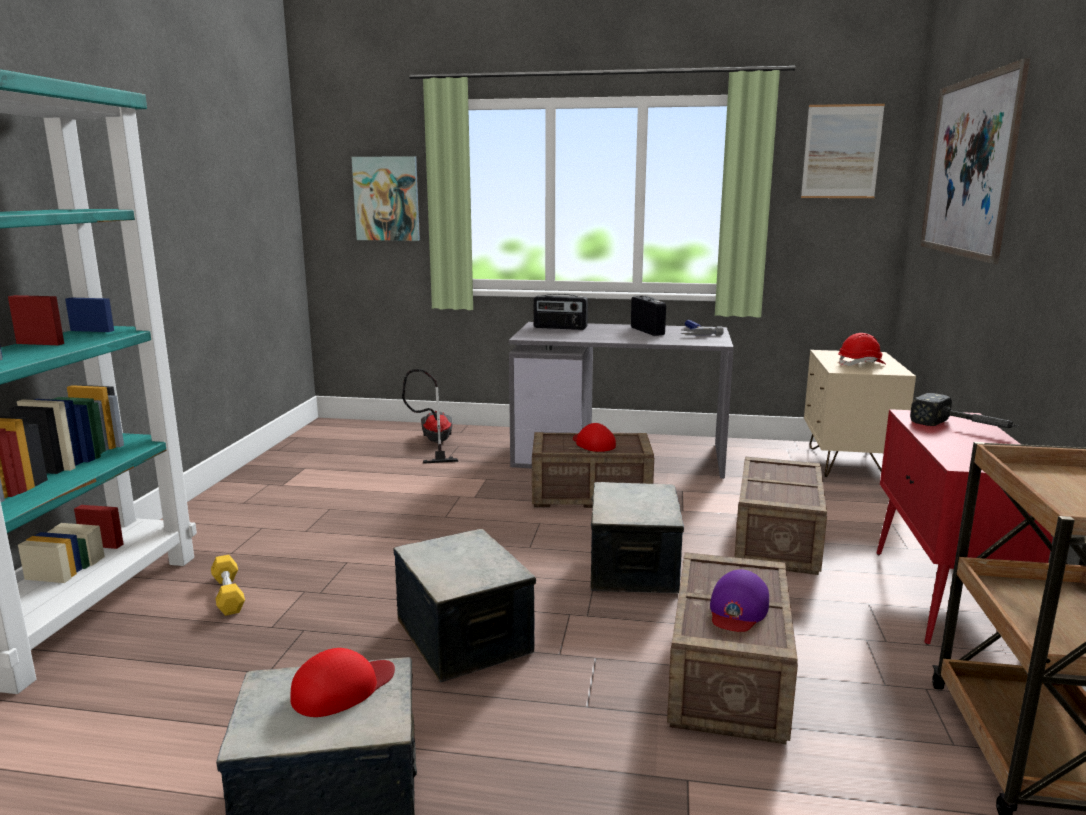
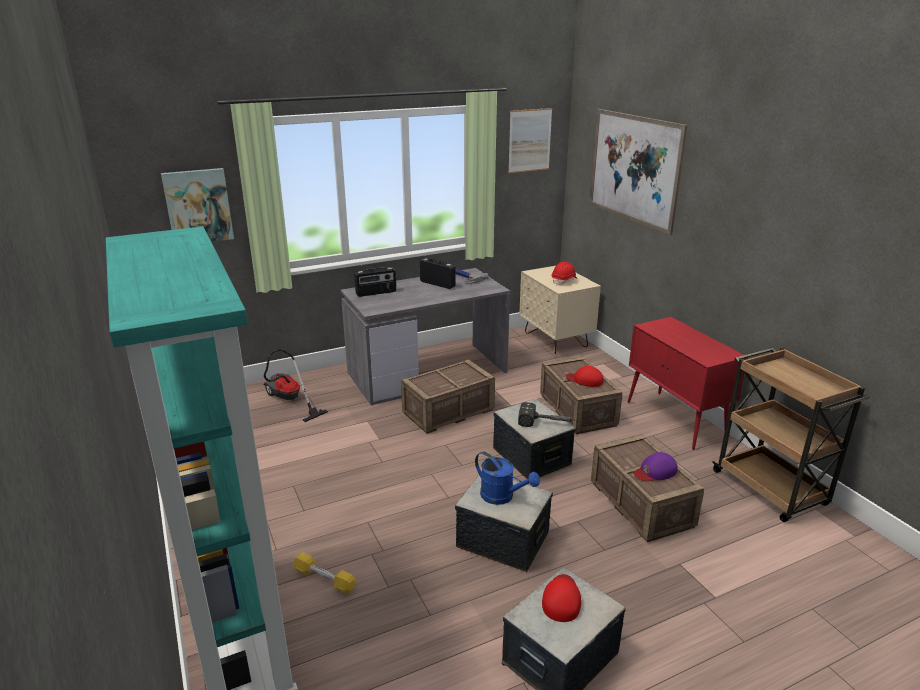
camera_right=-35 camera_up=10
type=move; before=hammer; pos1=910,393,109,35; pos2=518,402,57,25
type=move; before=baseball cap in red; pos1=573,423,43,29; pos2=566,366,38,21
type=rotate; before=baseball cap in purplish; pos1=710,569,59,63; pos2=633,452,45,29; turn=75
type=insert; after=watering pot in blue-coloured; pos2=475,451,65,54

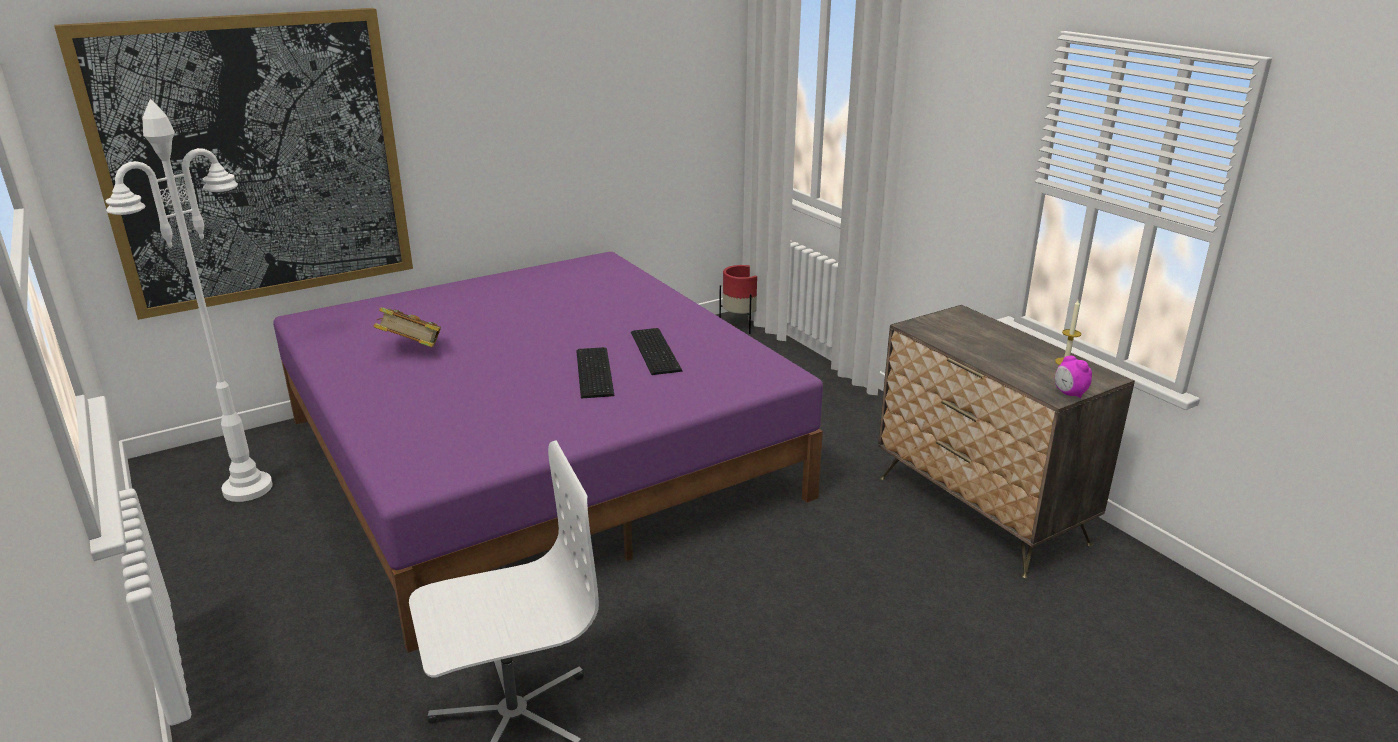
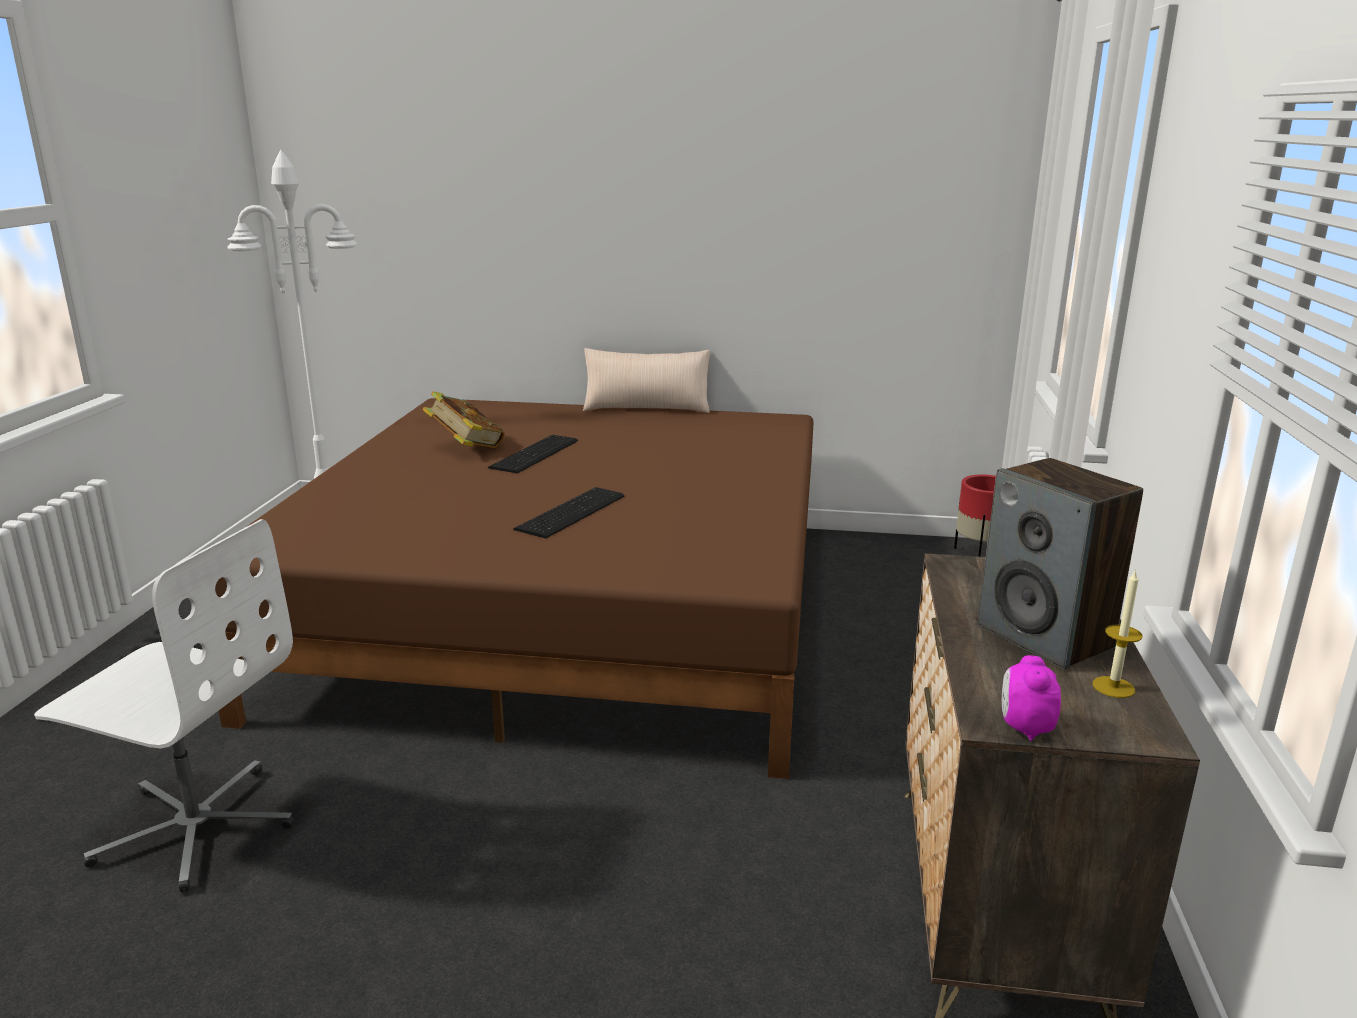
camera_right=40 camera_up=-5
type=delete; before=picture; pos1=54,8,359,312
type=recolor; before=bedroom bed in purplish; after=bedroom bed in brown-coloured; pos1=273,252,550,401; pos2=215,398,599,381
type=move; before=keyboard; pos1=631,328,52,47; pos2=488,435,90,38
type=insert; after=pillow in beige; pos2=583,348,127,65
type=insert; after=loudspeaker; pos2=978,458,165,212

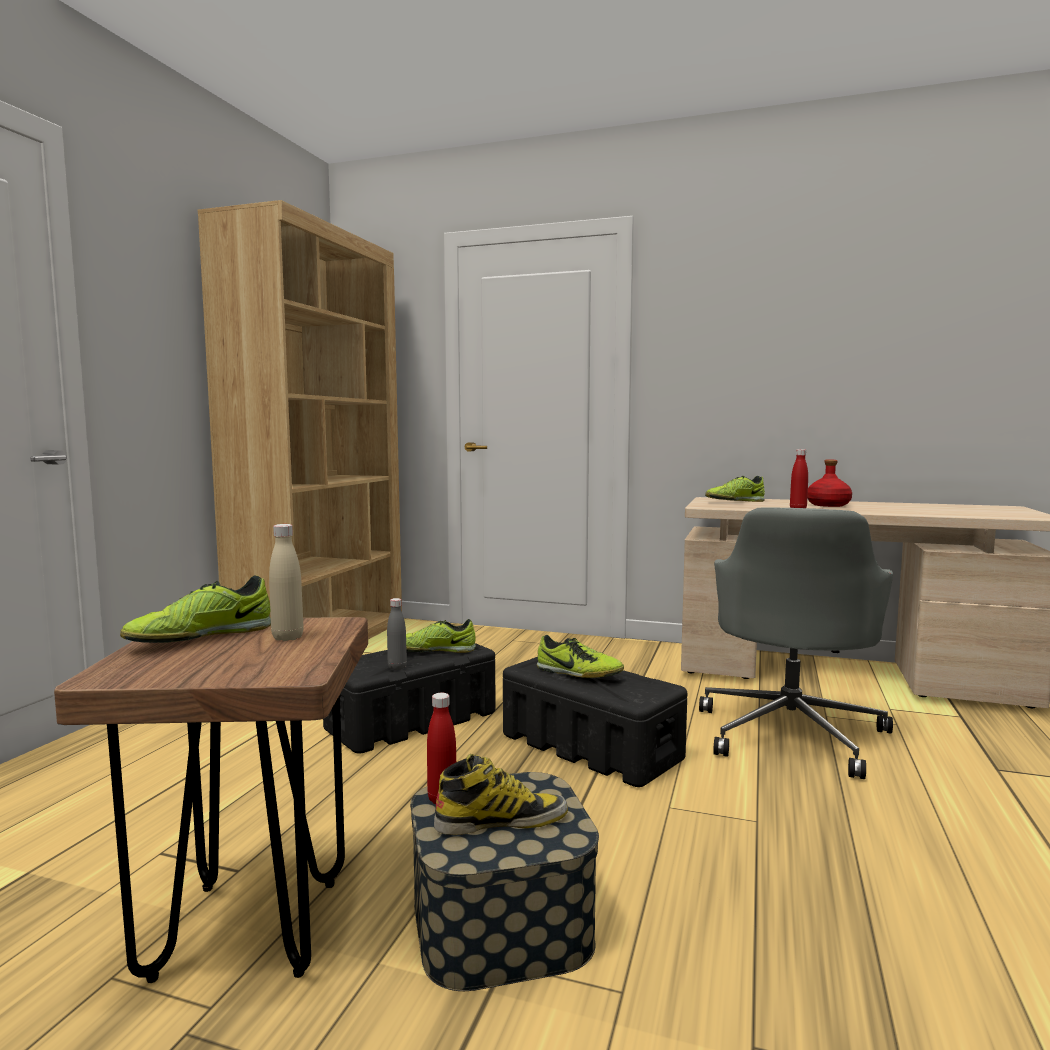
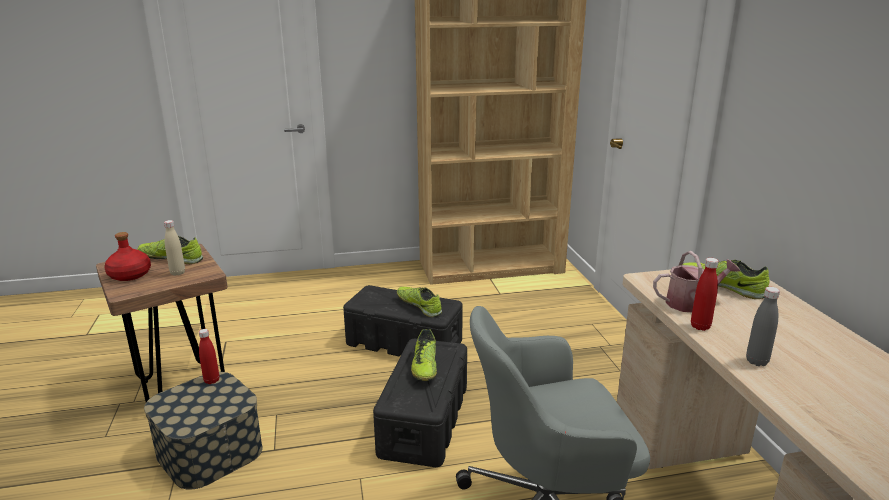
camera_right=60 camera_up=15
type=move; before=beverage bottle in red; pos1=807,460,45,47; pos2=104,232,47,49
type=move; before=beverage bottle in gray; pos1=387,598,20,72; pos2=746,287,34,79
type=delete; before=tall boot; pos1=434,754,134,81
type=insert; after=watering pot; pos2=653,251,87,61

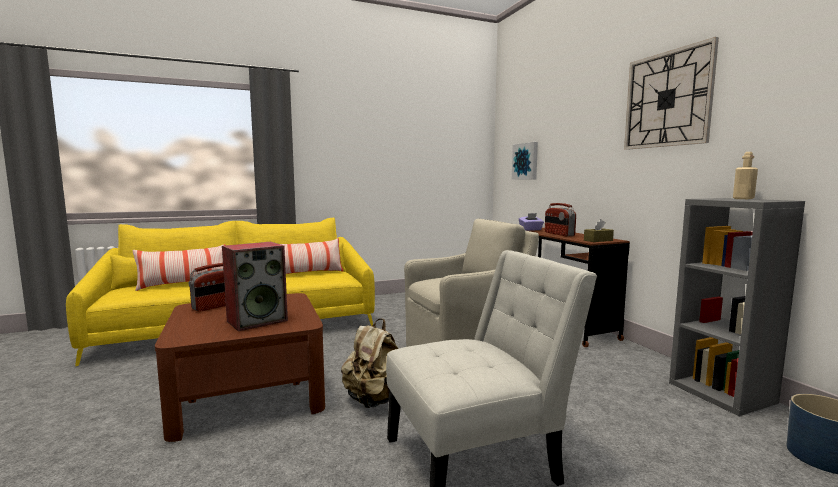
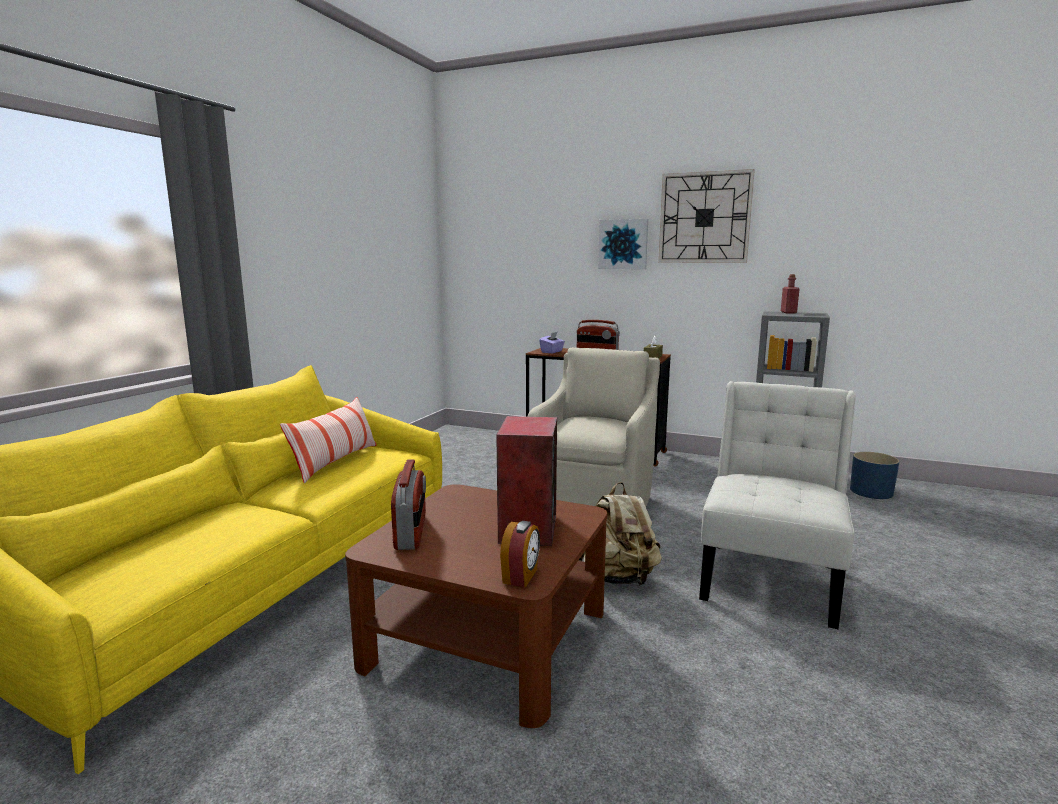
camera_right=-45 camera_up=5
type=move; before=picture; pos1=512,142,26,37; pos2=598,219,50,50
type=recolor; before=beverage bottle in beige; after=beverage bottle in red; pos1=733,152,25,47; pos2=781,274,19,40
type=delete; before=pillow; pos1=133,244,92,47
type=insert; after=alarm clock; pos2=500,521,40,67

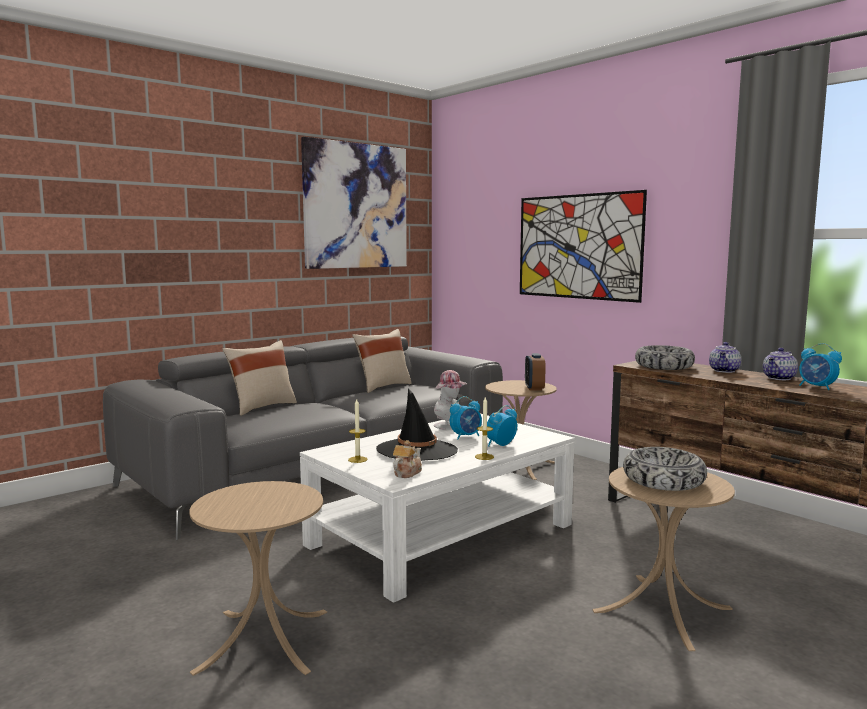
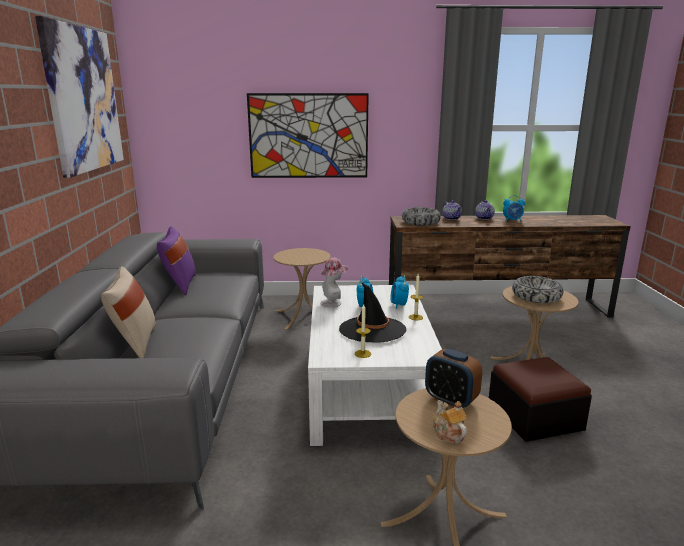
camera_right=-50 camera_up=10
type=recolor; before=pillow in beige; after=pillow in purplish; pos1=352,329,60,64; pos2=157,226,39,69
type=move; before=alarm clock; pos1=525,353,21,38; pos2=425,349,57,59
type=move; before=pot for tea; pos1=393,440,29,38; pos2=433,400,34,43
type=insert; after=pouffe; pos2=489,357,103,85

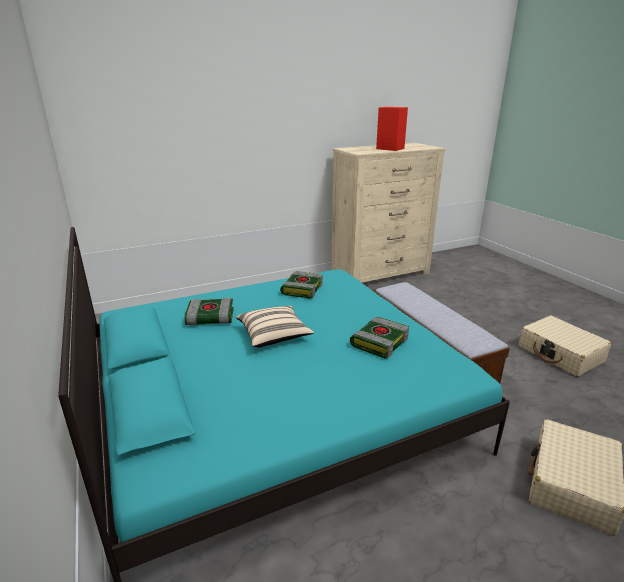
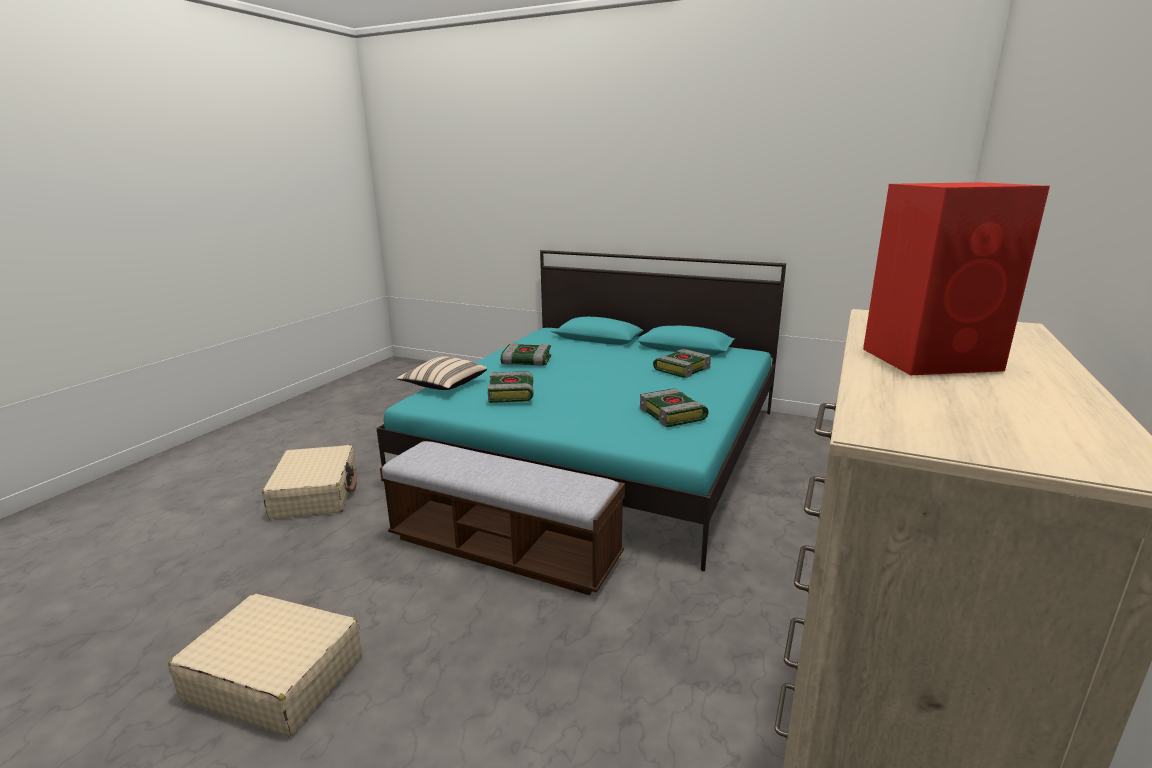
camera_right=140 camera_up=-5
type=move; before=pillow in beige; pos1=236,306,78,41; pos2=397,356,90,34
type=insert; after=book; pos2=501,343,50,23

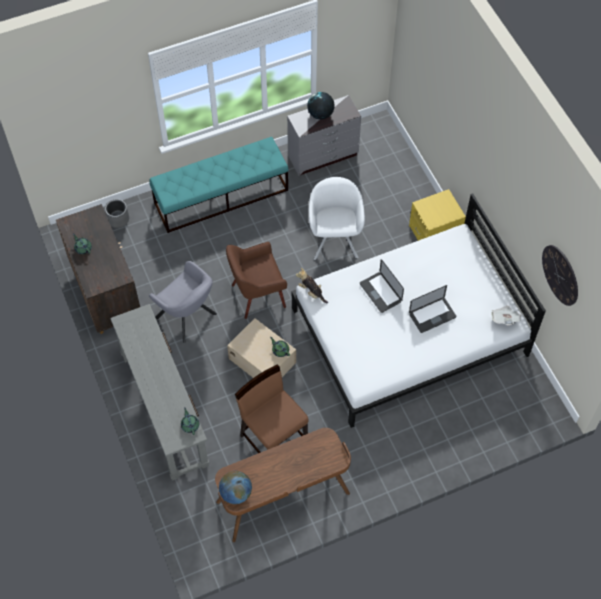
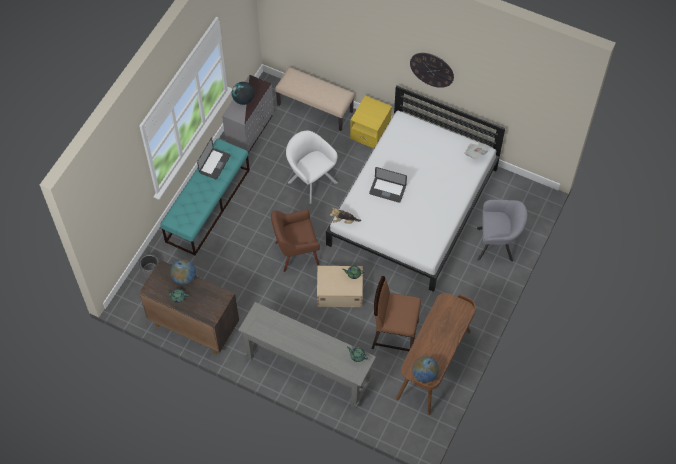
camera_right=-40 camera_up=0
type=rotate; before=armchair in brown-coloured; pos1=226,242,61,77; pos2=271,210,49,62; turn=45
type=move; before=hanging clock; pos1=542,245,36,61; pos2=410,53,44,35
type=move; before=armchair in gray; pos1=149,261,68,82; pos2=477,200,51,62
type=move; before=notebook computer; pos1=409,285,47,48; pos2=197,137,34,42
type=insert; after=indoor bench in beige; pos2=275,67,80,64
type=insert; after=globe; pos2=170,259,26,26

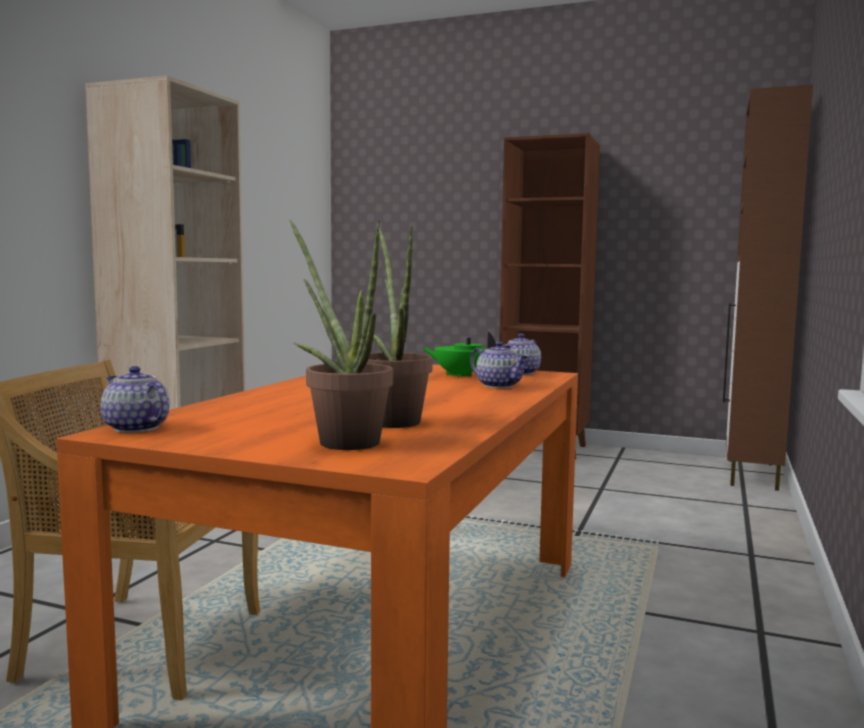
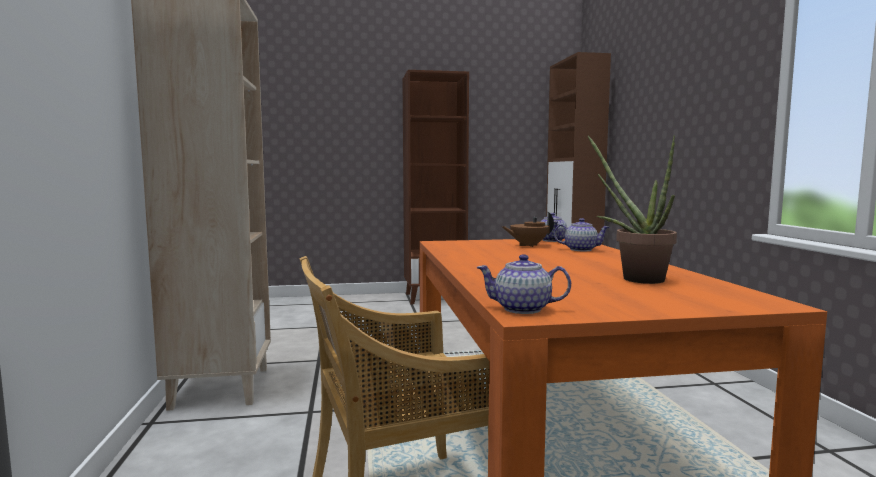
camera_right=-30 camera_up=0
type=delete; before=potted plant; pos1=289,219,104,231
type=recolor; before=pot for tea in greenish; after=pot for tea in brown-coloured; pos1=421,331,75,46; pos2=502,212,52,35

